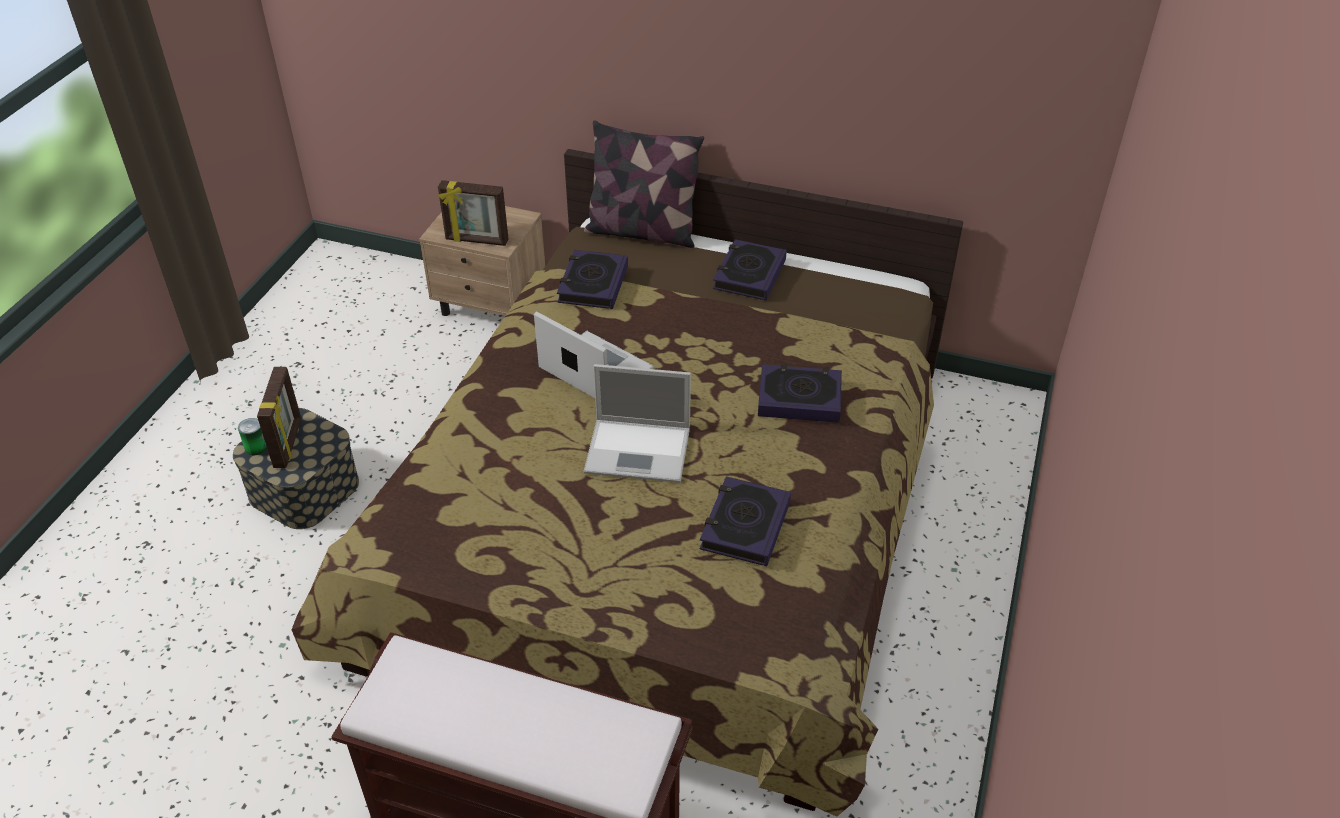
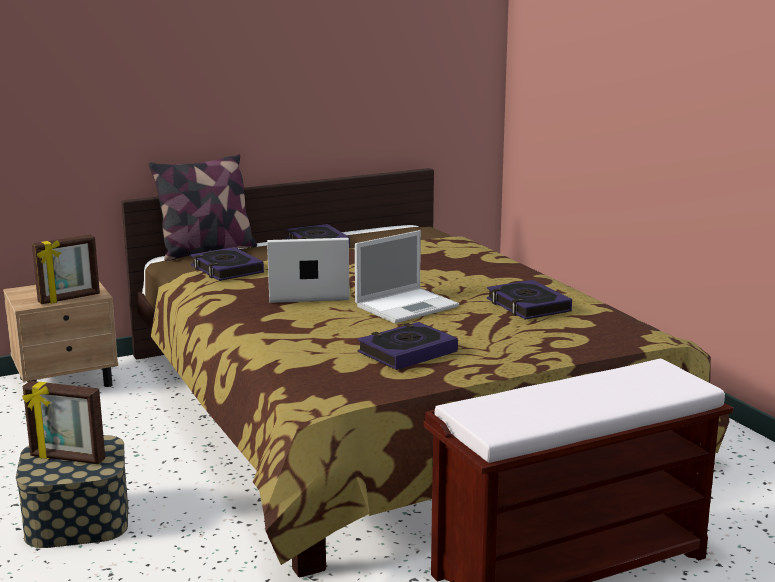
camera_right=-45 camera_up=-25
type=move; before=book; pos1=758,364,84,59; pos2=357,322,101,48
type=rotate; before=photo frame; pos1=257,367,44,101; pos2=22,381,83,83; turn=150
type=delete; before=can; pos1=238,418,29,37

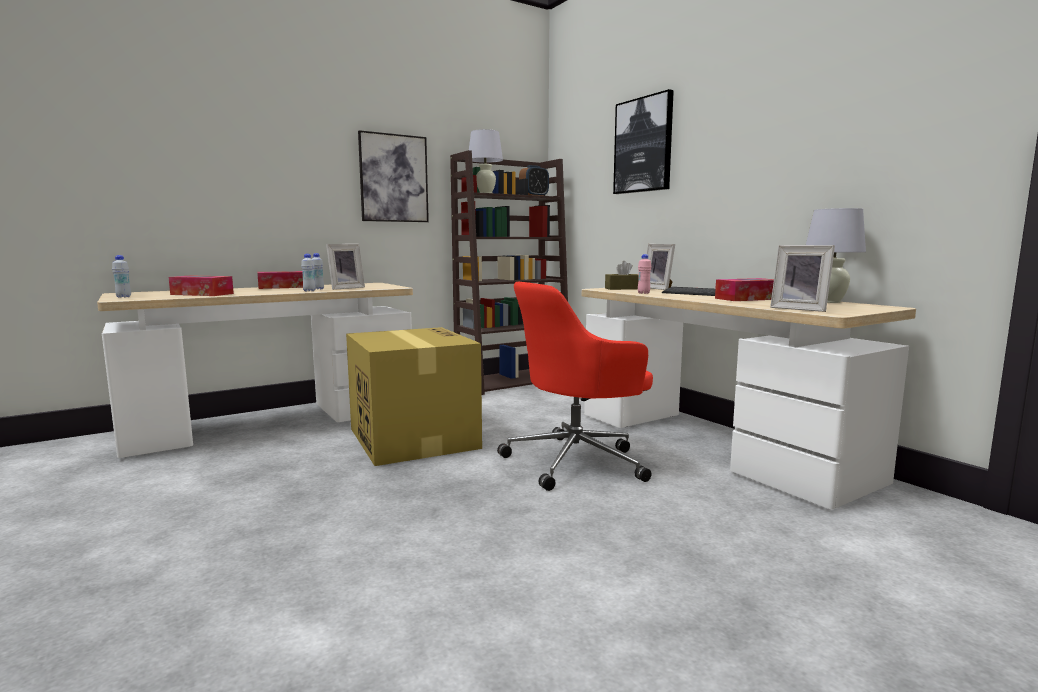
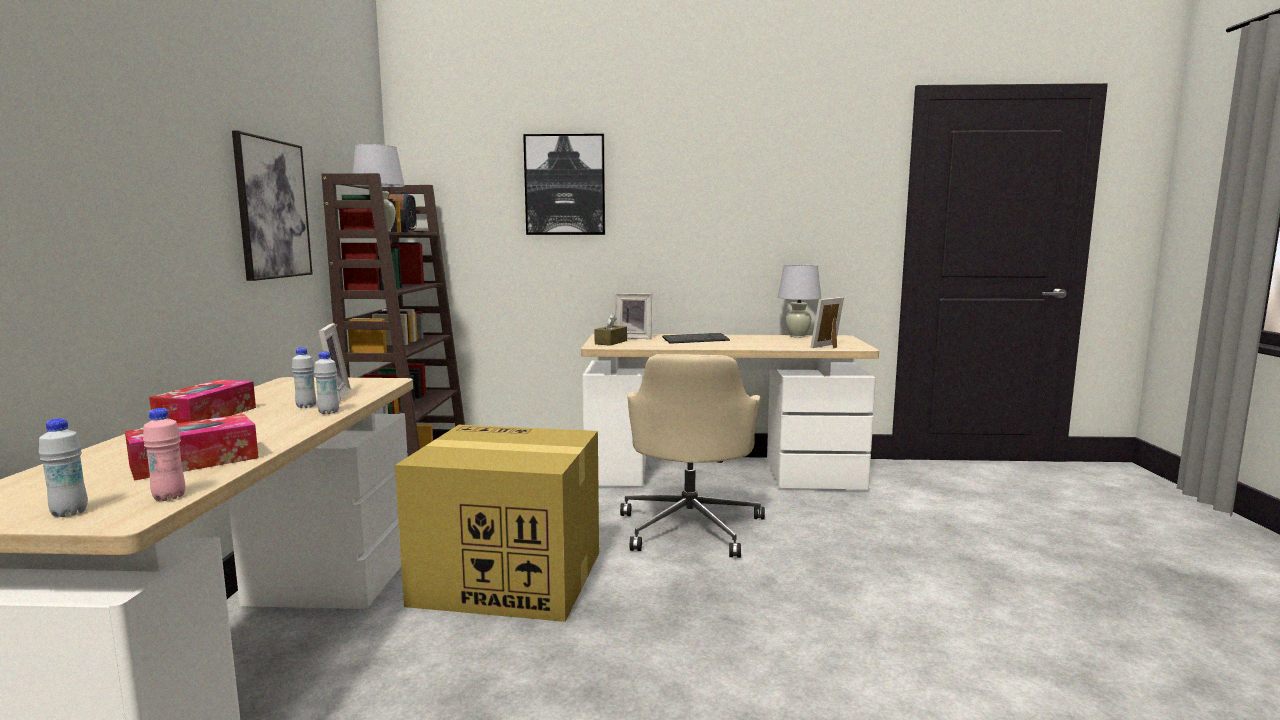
camera_right=-55 camera_up=0
type=rotate; before=photo frame; pos1=770,245,65,67; pos2=811,297,33,51; turn=150
type=move; before=beverage bottle in pink-coloured; pos1=638,254,13,40; pos2=143,408,42,93
type=delete; before=box of tissues; pos1=715,278,59,23
type=recolor; before=desk chair in red; after=desk chair in beige; pos1=497,282,156,209; pos2=620,354,145,204

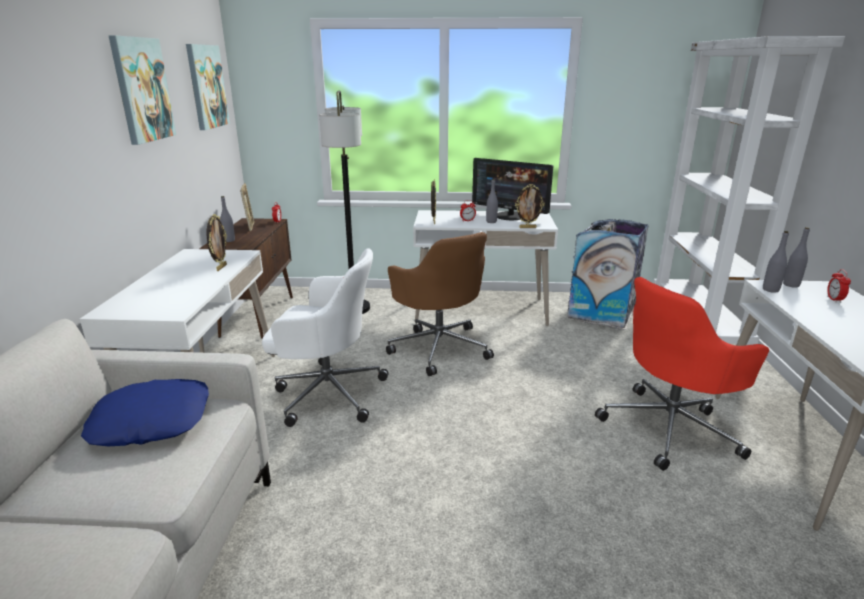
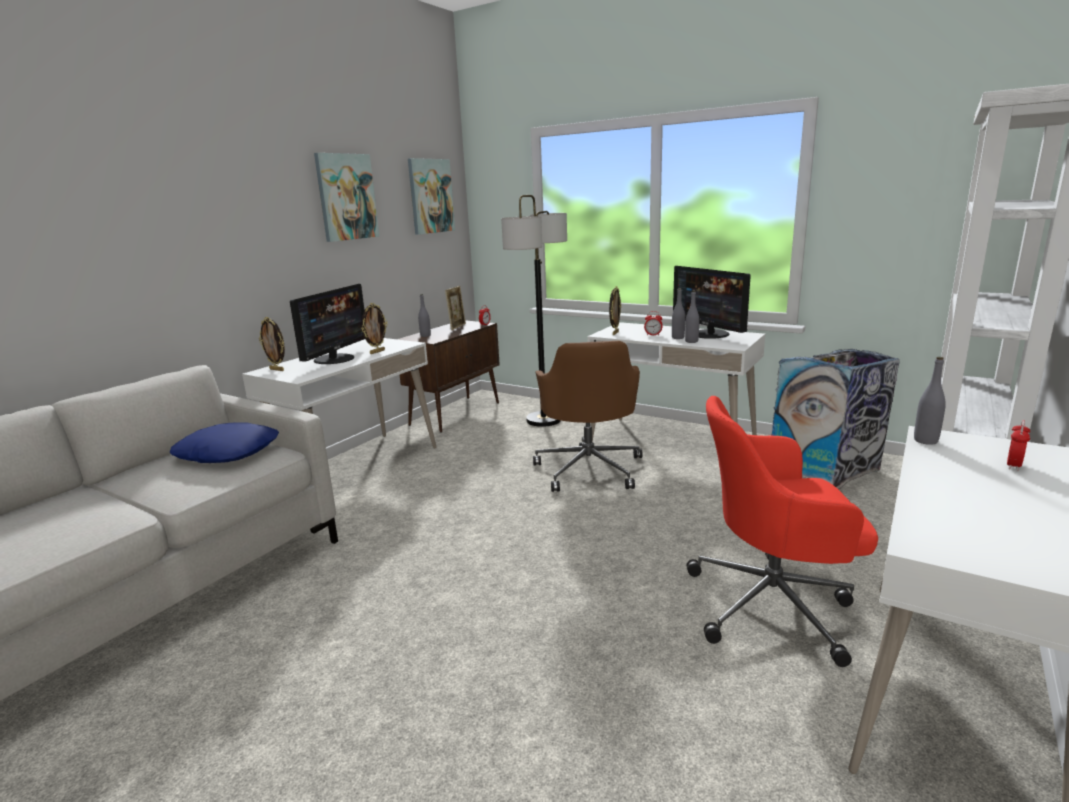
camera_right=30 camera_up=-5
type=move; before=photo frame; pos1=515,184,30,44; pos2=259,317,26,54
type=move; before=beverage bottle in gray; pos1=783,227,27,60; pos2=685,291,14,52
type=delete; before=desk chair in white; pos1=262,248,127,179
type=insert; after=computer screen; pos2=290,284,75,80

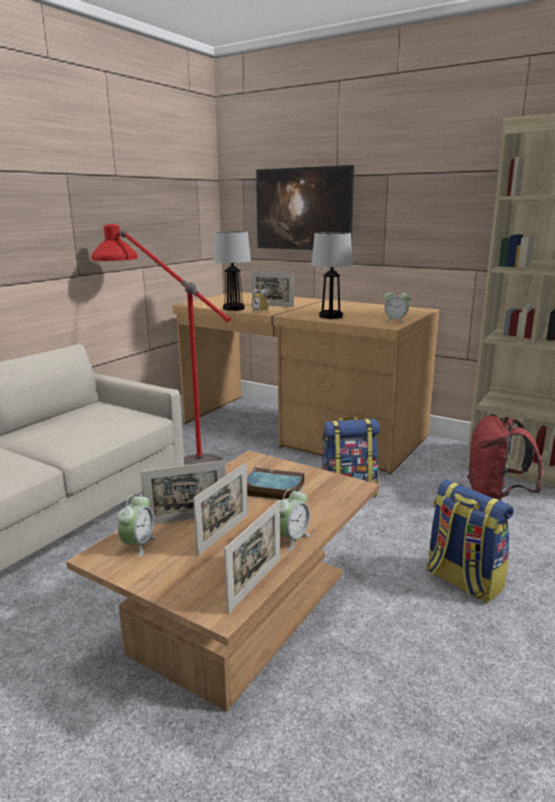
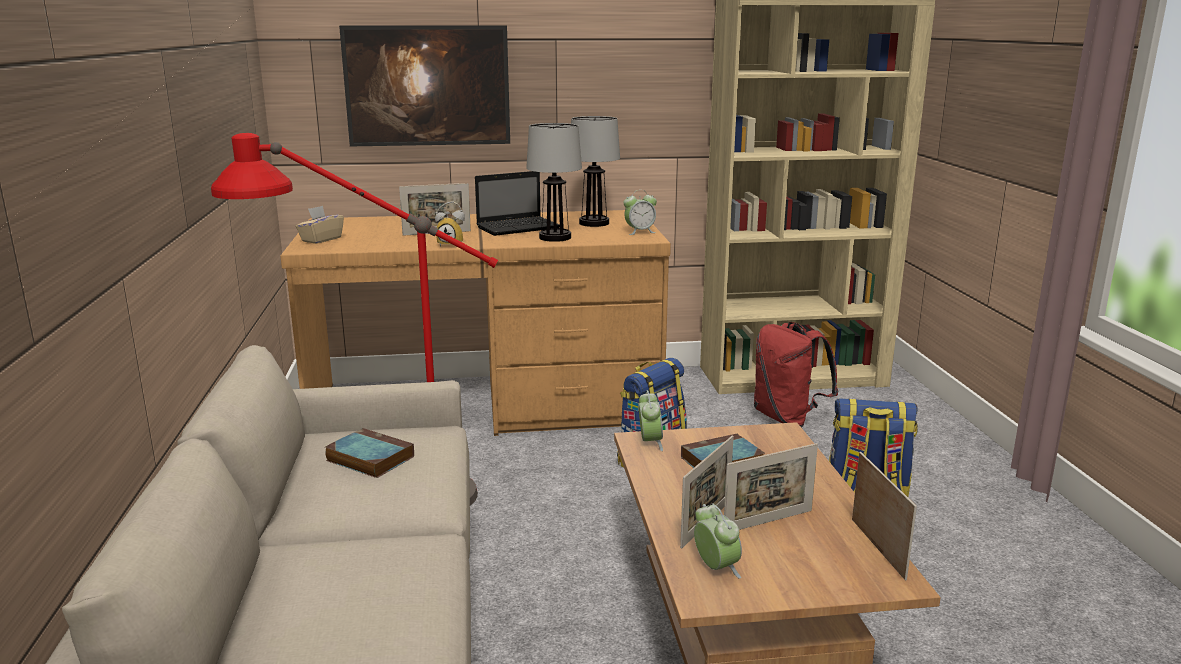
camera_right=-40 camera_up=0
type=move; before=table lamp; pos1=213,231,38,80; pos2=571,116,49,111
type=rotate; before=photo frame; pos1=193,462,55,94; pos2=724,443,94,87; turn=75
type=move; before=alarm clock; pos1=280,488,30,63; pos2=639,390,24,61
type=insert; after=notebook computer; pos2=475,171,85,65
type=insert; after=box of tissues in beige; pos2=296,206,48,38
type=insert; after=book; pos2=325,428,89,50

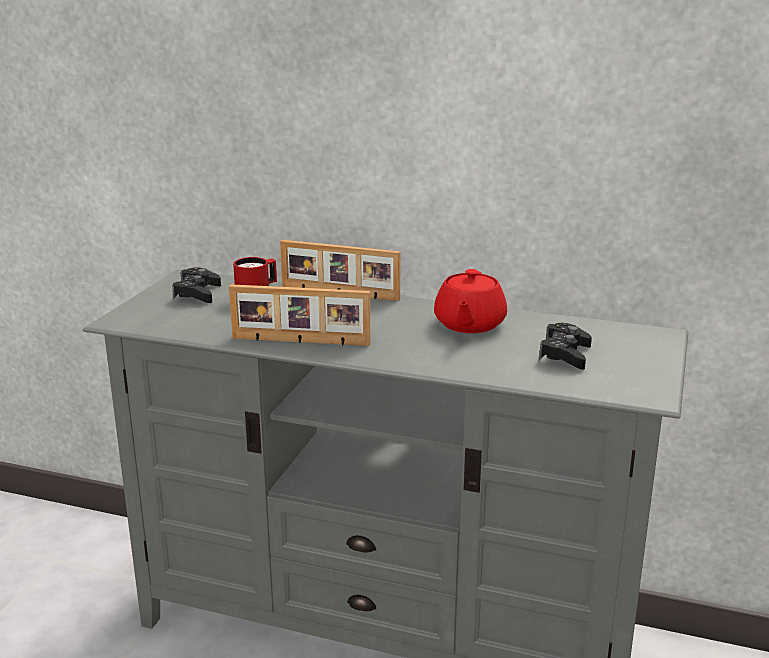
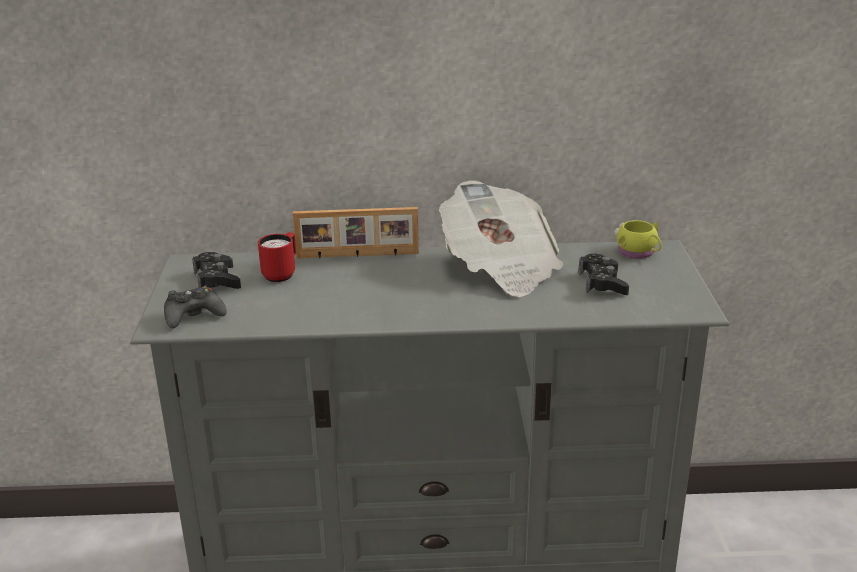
camera_right=-20 camera_up=5
type=replace; before=pot for tea in red; after=daily paper; pos1=434,269,73,64; pos2=439,180,125,117
type=delete; before=photo frame; pos1=229,284,141,62
type=insert; after=tea mug in yellow-coloured; pos2=614,220,48,39
type=insert; after=game controller in blackish; pos2=164,287,63,42

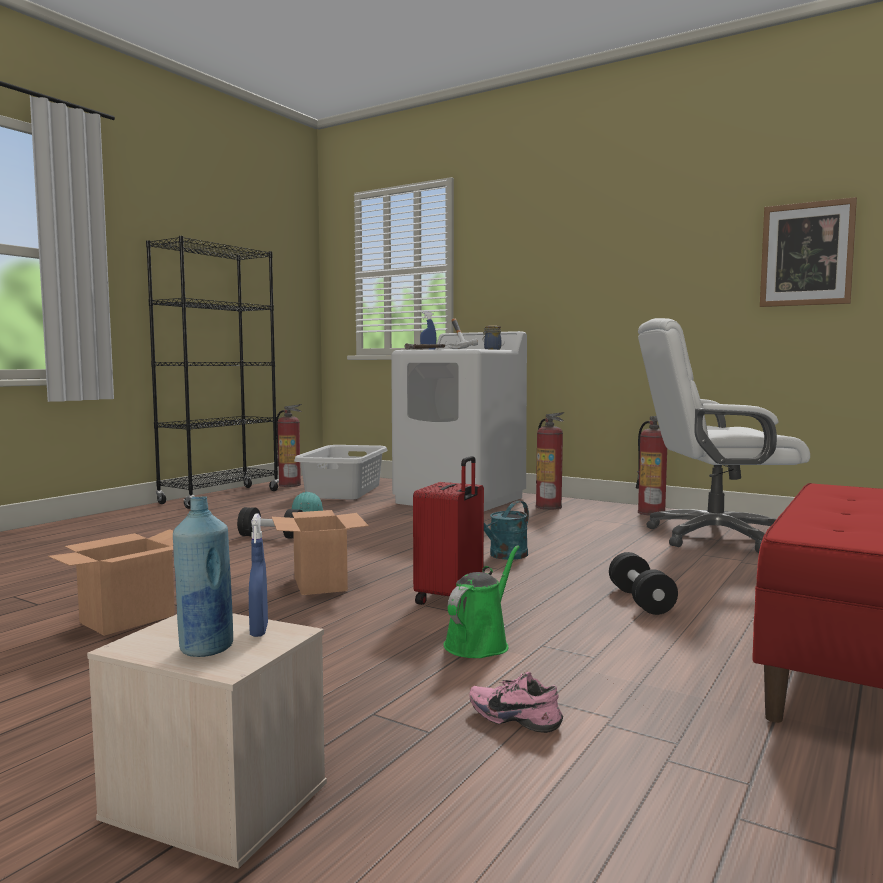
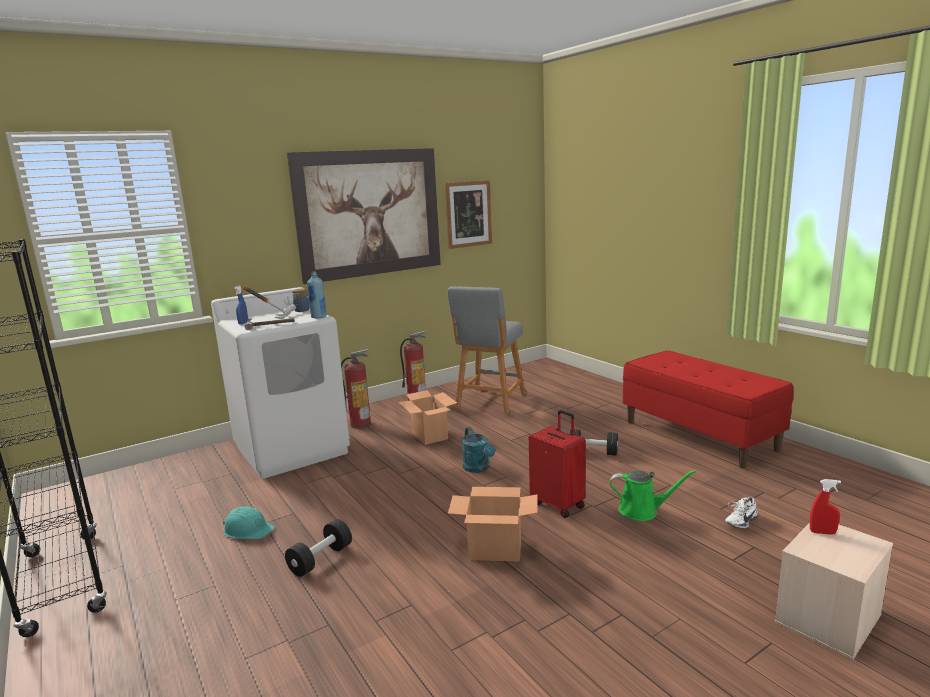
camera_right=-65 camera_up=10
type=replace; before=desk chair in white; after=stool in gray; pos1=638,318,172,235; pos2=447,286,79,128
type=delete; before=fire-fighting cylinder; pos1=276,404,26,83
type=delete; before=laundry basket in gray; pos1=294,445,94,55
type=move; before=beverage bottle in blue-coloured; pos1=173,496,60,161; pos2=307,272,19,47
type=recolor; before=spray bottle in blue-coloured; after=spray bottle in red; pos1=249,513,19,124; pos2=810,479,31,56
type=move; before=packing box; pos1=48,529,127,107; pos2=399,390,58,55
type=rotate; before=watering pot in greenish; pos1=443,545,76,113; pos2=610,470,86,51; turn=135
type=recolor; before=shoe in pink-coloured; after=shoe in white; pos1=469,672,94,61; pos2=725,497,33,32
type=insert; after=picture; pos2=287,148,154,136

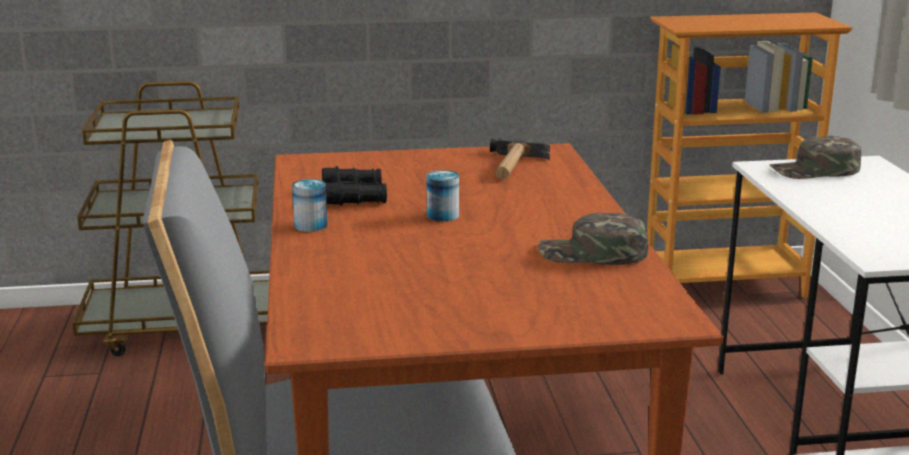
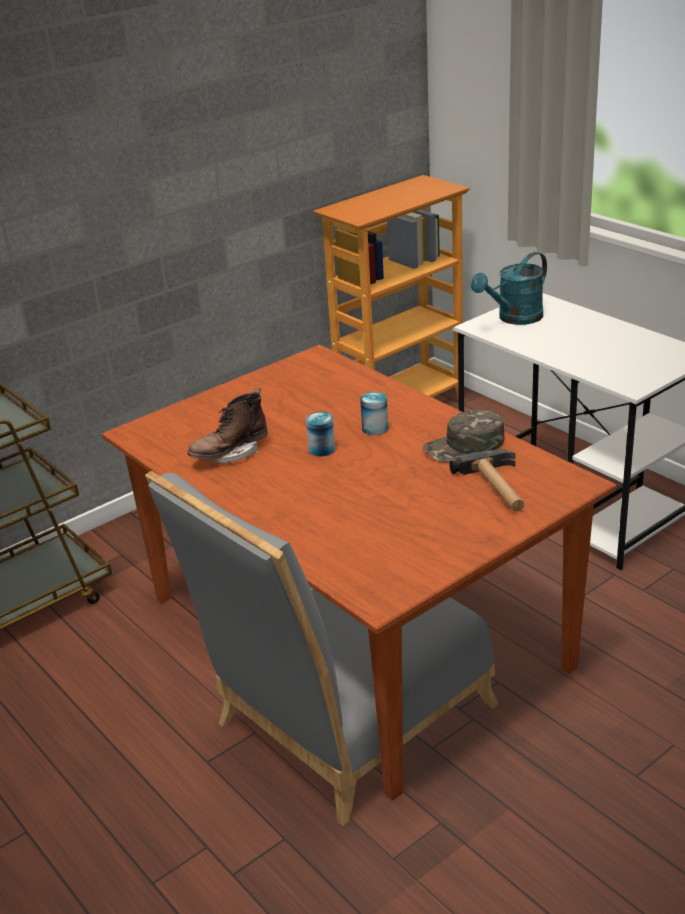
camera_right=-30 camera_up=10
type=replace; before=baseball cap in greenish; after=watering pot in turquoise; pos1=770,136,91,43; pos2=471,252,76,73
type=move; before=hammer; pos1=490,137,60,43; pos2=449,449,75,63
type=replace; before=pair of binoculars in blackish; after=tall boot in brown-coloured; pos1=322,166,65,40; pos2=188,388,80,76
type=move; before=can; pos1=292,179,36,53; pos2=360,392,28,43

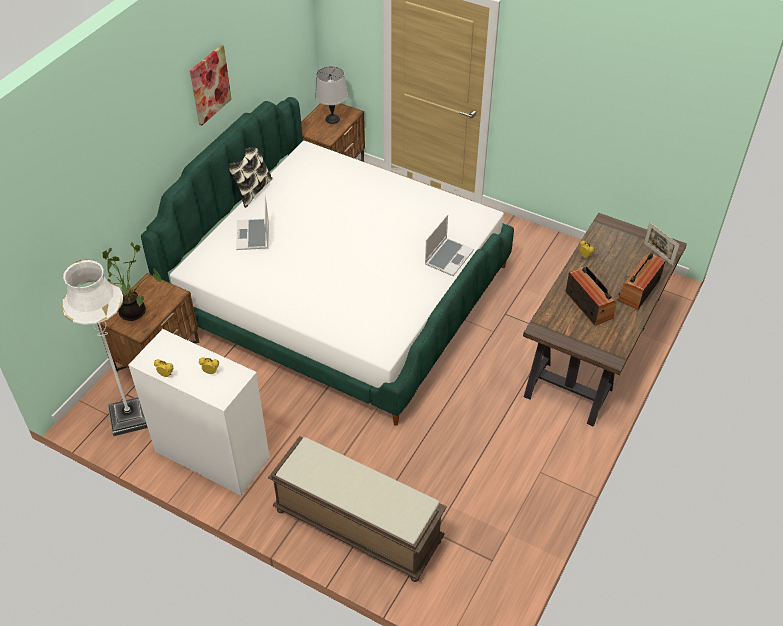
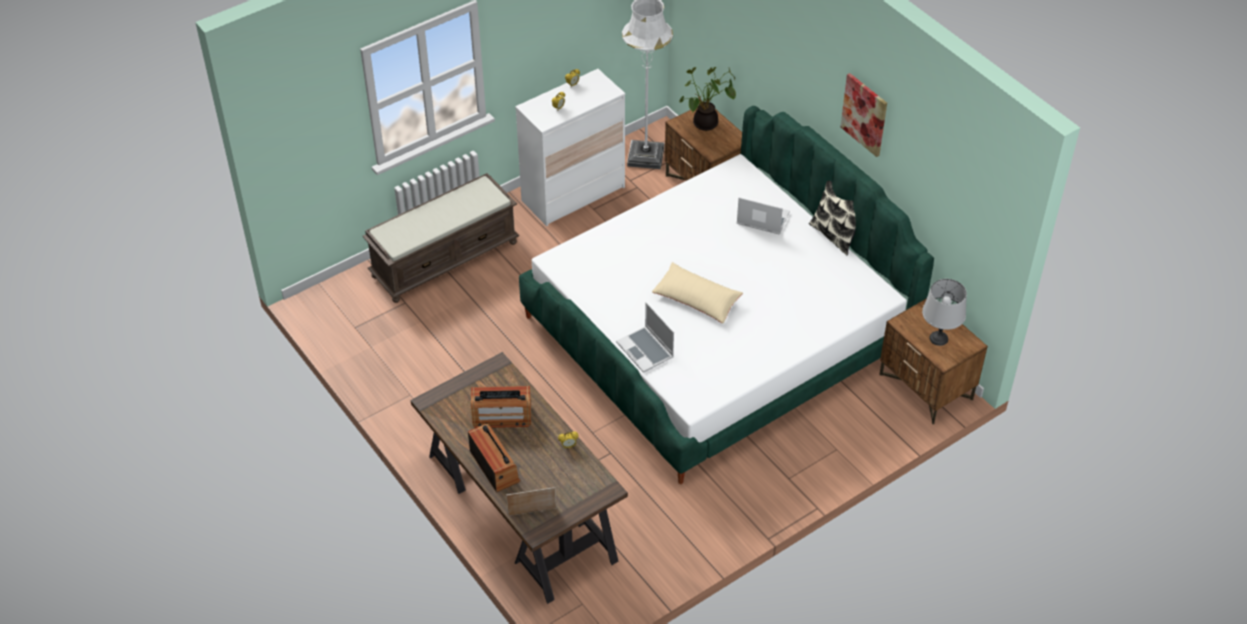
camera_right=115 camera_up=0
type=insert; after=pillow in beige; pos2=652,262,91,62

